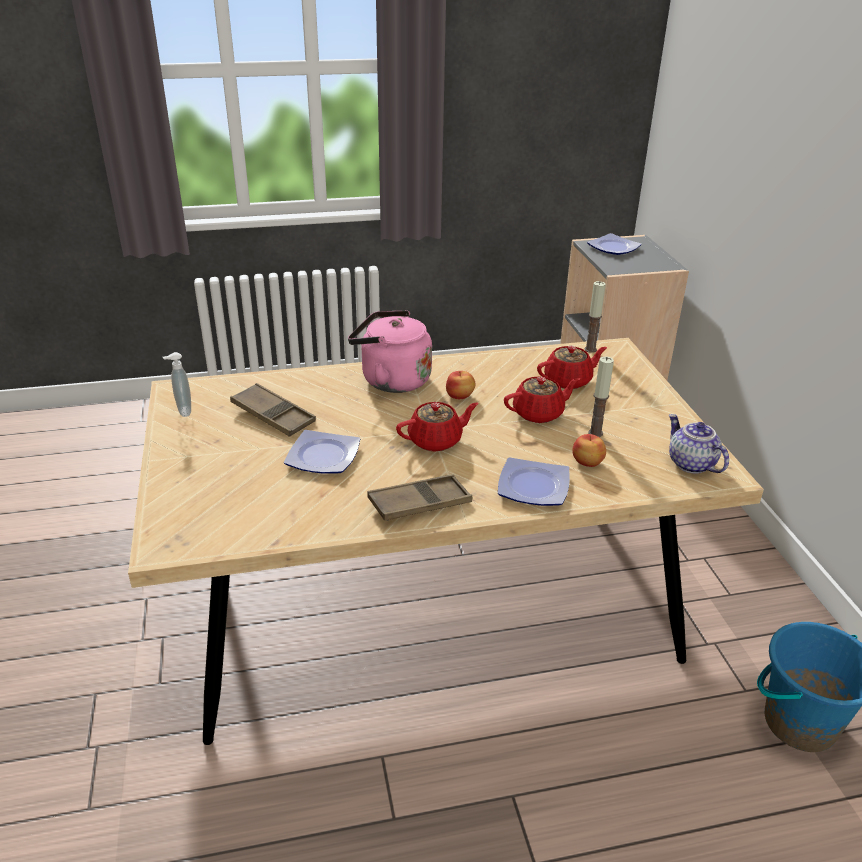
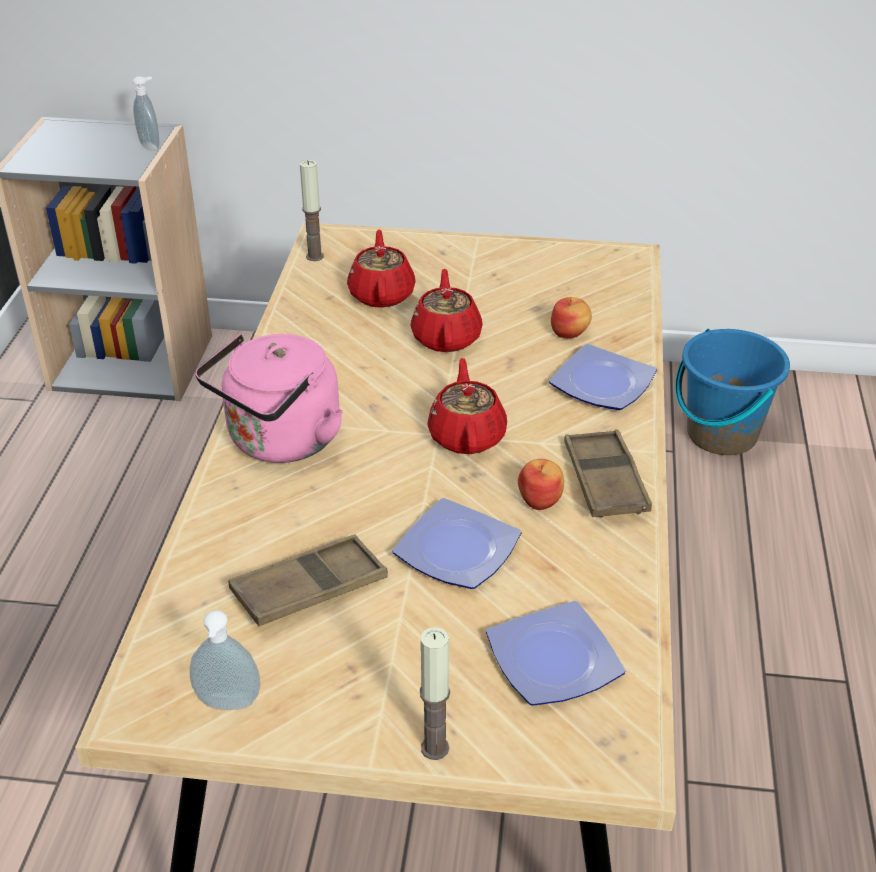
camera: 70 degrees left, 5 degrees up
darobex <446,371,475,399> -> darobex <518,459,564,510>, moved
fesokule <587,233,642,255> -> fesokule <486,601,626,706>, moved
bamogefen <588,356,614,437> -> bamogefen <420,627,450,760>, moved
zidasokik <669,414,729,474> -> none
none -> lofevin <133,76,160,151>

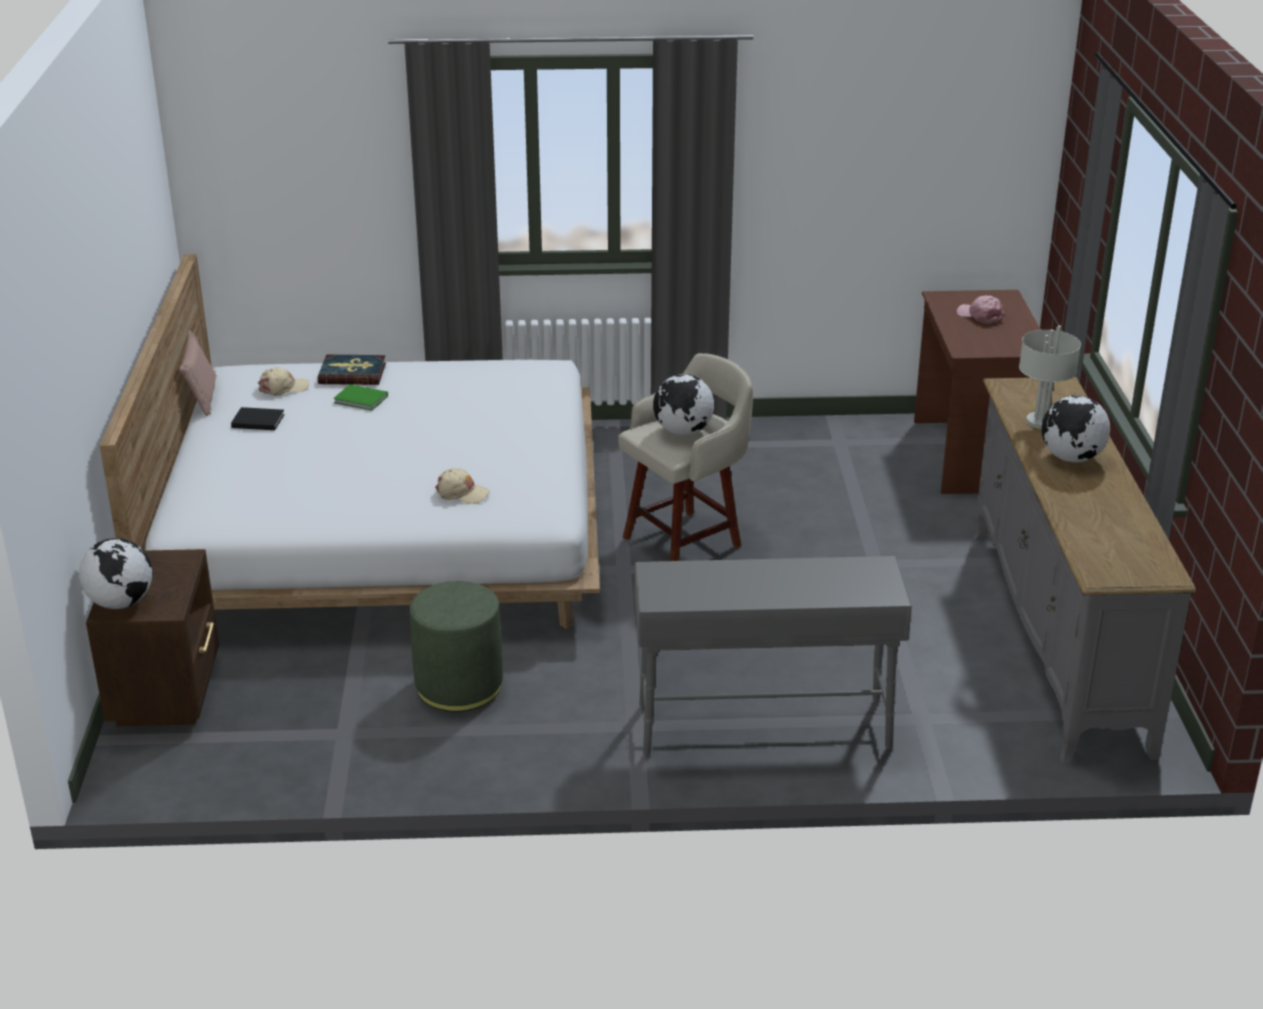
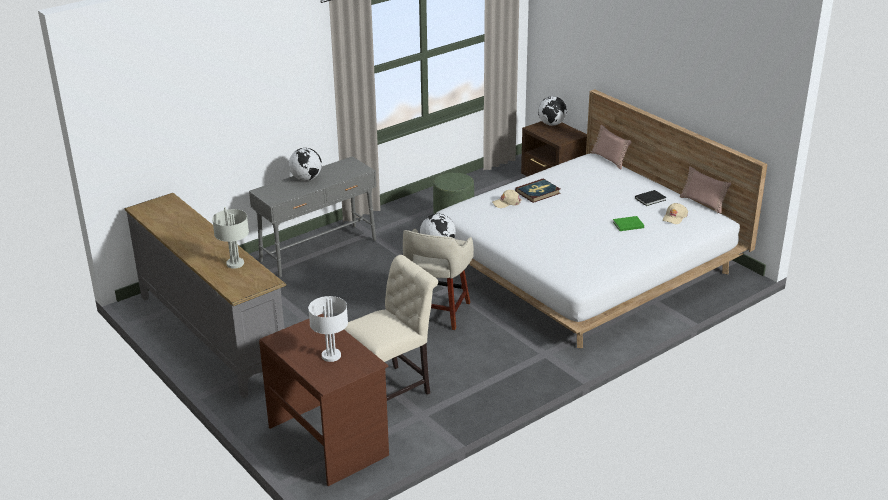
camera: 145 degrees right, 0 degrees up
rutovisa <318,354,386,385> -> rutovisa <515,178,560,203>, moved
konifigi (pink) <957,296,1005,324> -> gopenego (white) <308,296,348,362>
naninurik <1042,395,1110,462> -> naninurik <289,148,322,181>, moved
none -> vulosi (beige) <344,255,438,401>
none -> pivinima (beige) <591,125,631,170>

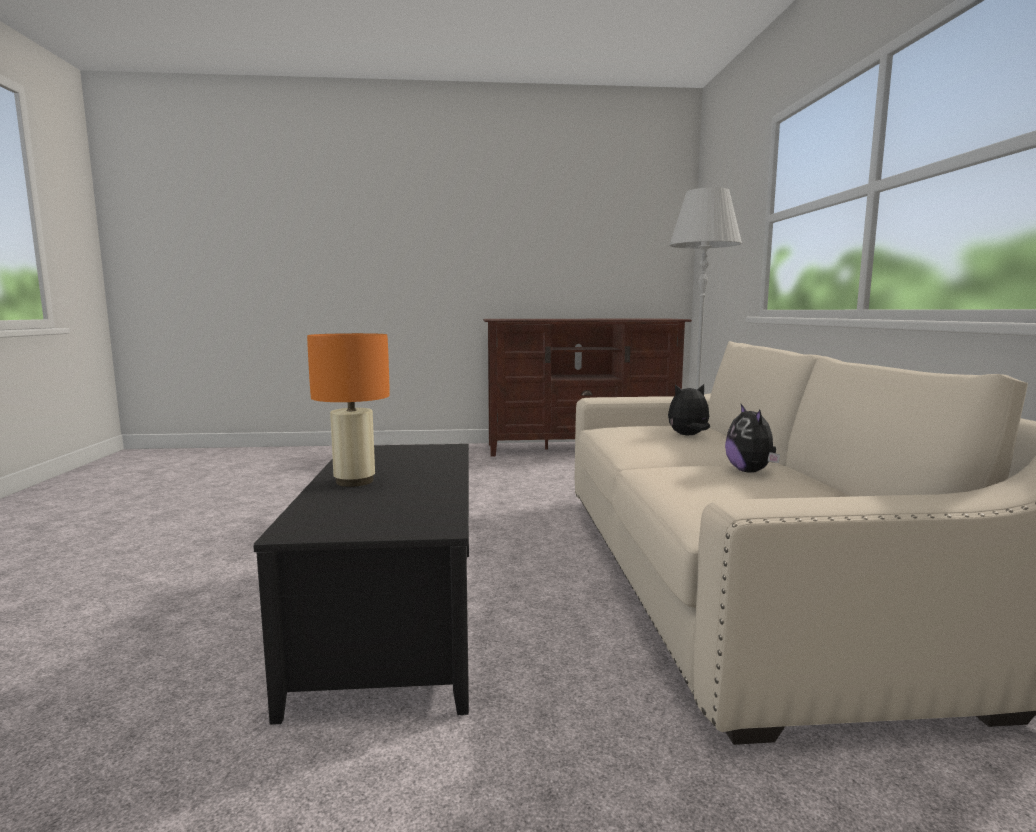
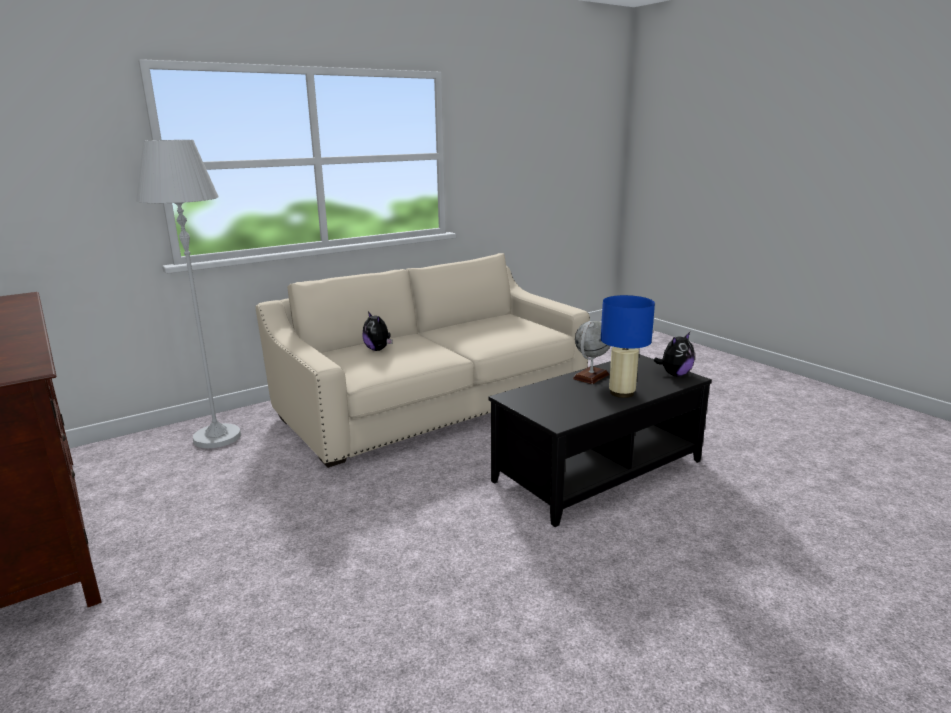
camera: 120 degrees left, 10 degrees up
gopenego (orange) <307,333,390,487> -> gopenego (blue) <601,295,655,398>
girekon <725,404,780,473> -> girekon <653,332,695,376>, moved
none -> naninurik <573,321,610,384>

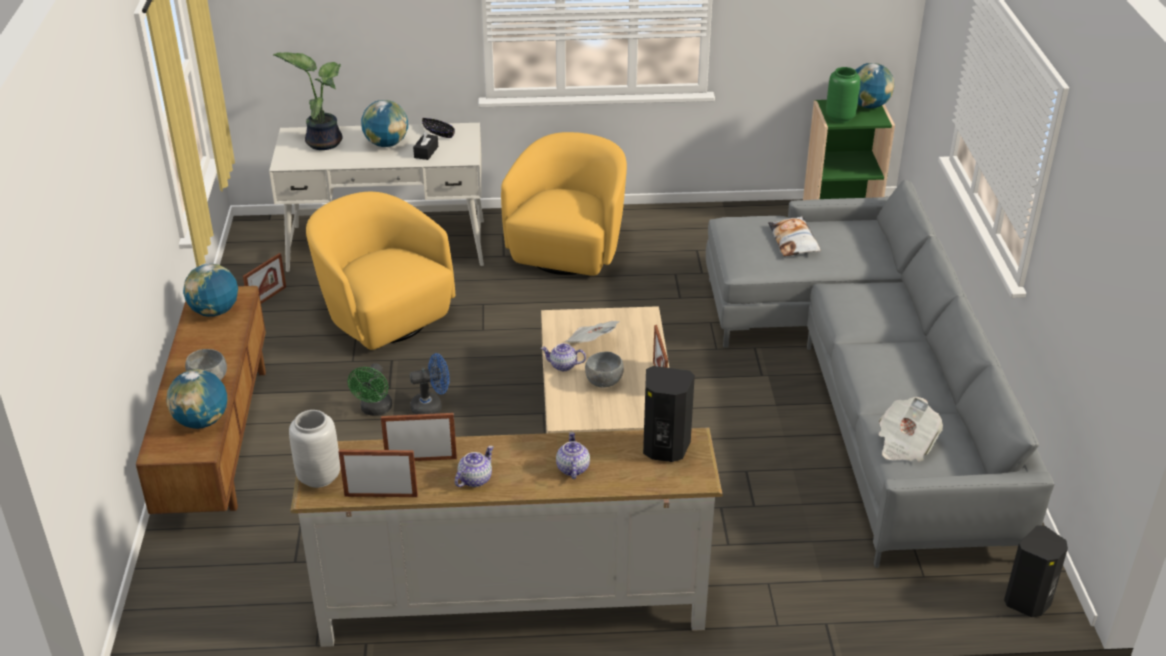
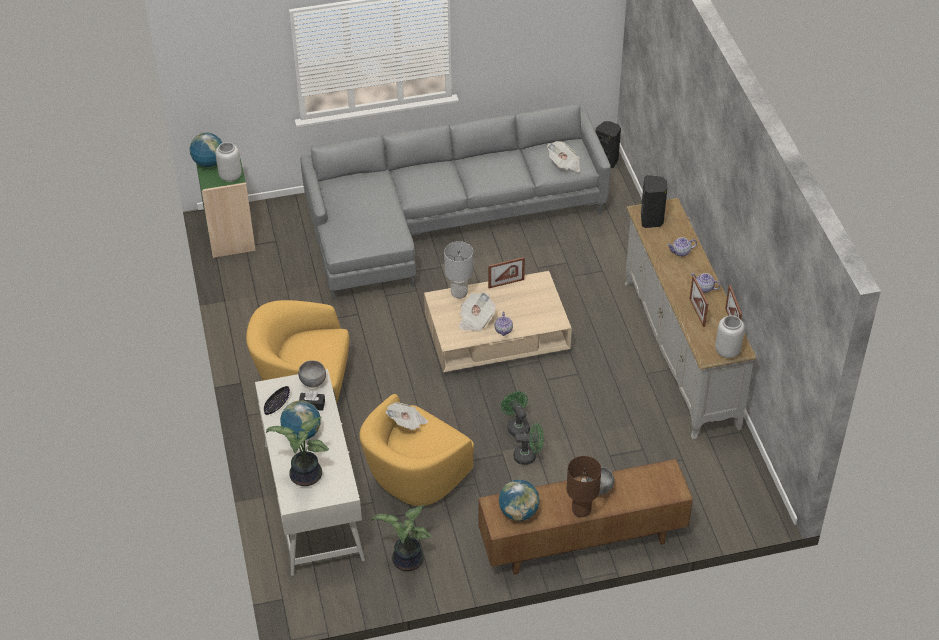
camera: 100 degrees left, 10 degrees up
naninurik <167,369,227,429> -> none
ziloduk <243,253,286,304> -> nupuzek <372,505,431,571>
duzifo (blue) <410,353,449,415> -> duzifo (green) <501,391,530,437>
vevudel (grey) <585,352,624,388> -> vevudel (grey) <298,360,326,388>, moved
pivinima <768,216,821,256> -> none
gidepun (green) <826,67,860,123> -> gidepun (grey) <216,142,242,182>
none -> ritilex <385,402,428,430>
none -> gopenego (grey) <444,241,473,299>
none -> gopenego (brown) <567,456,601,517>

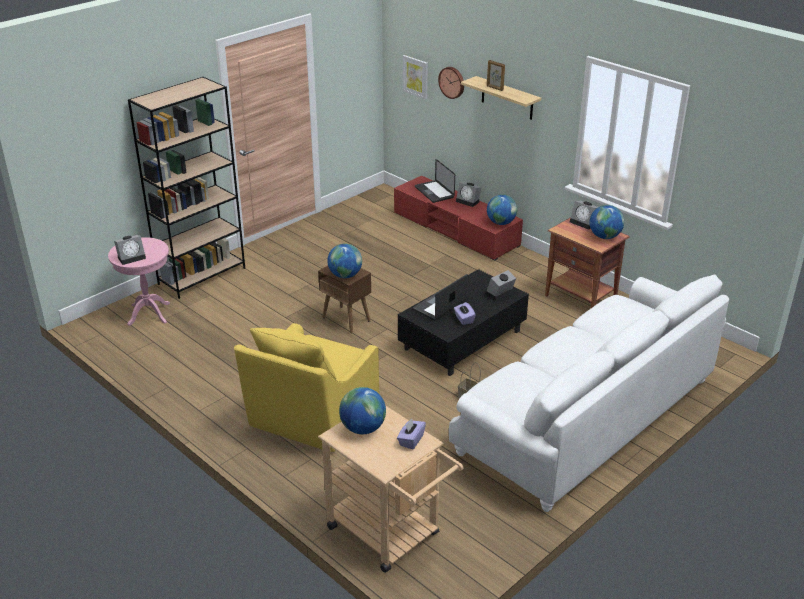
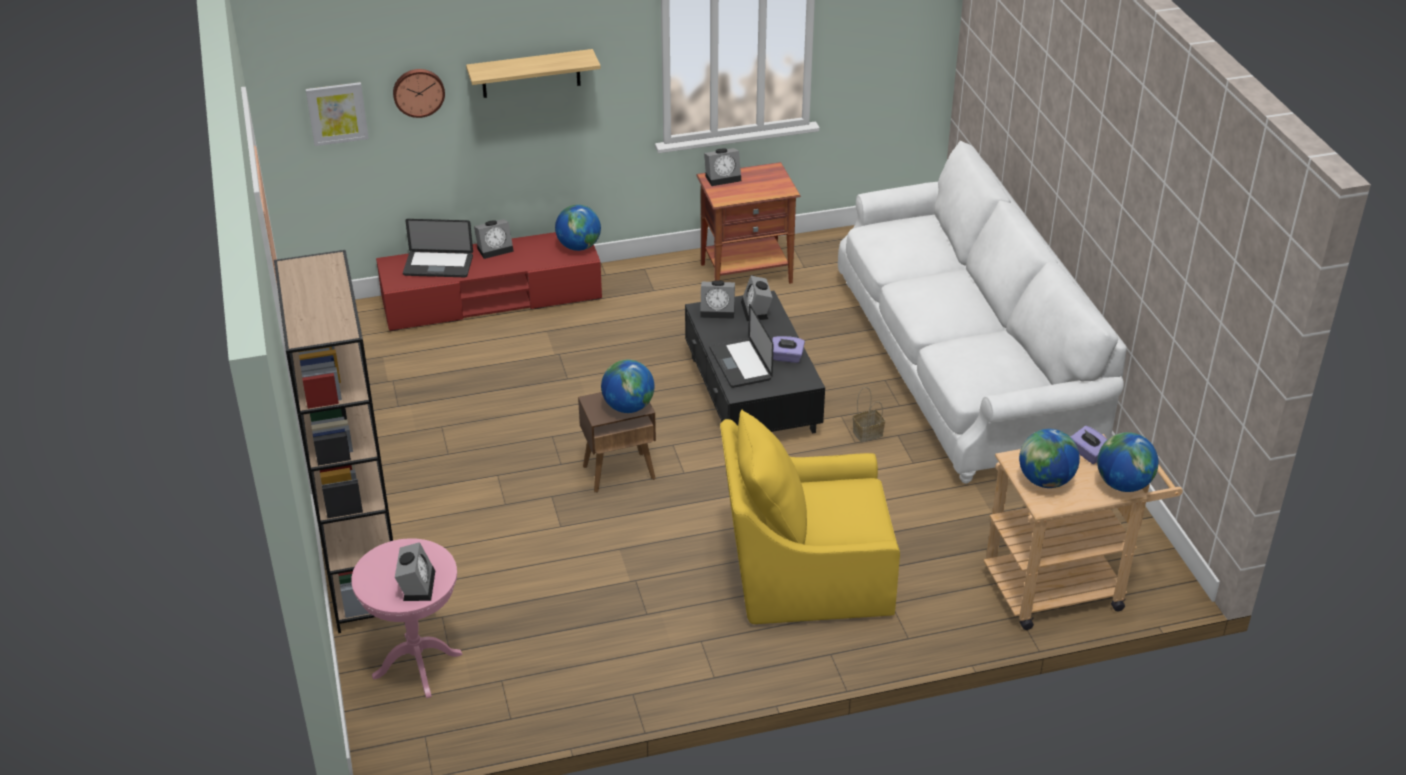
camera: 60 degrees left, 5 degrees up
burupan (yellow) <234,323,379,452> -> burupan (yellow) <720,410,900,624>, 120 degrees clockwise
ziloduk <487,60,505,91> -> none
naninurik <590,205,624,239> -> naninurik <1097,432,1158,492>, moved
none -> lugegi <700,280,735,319>

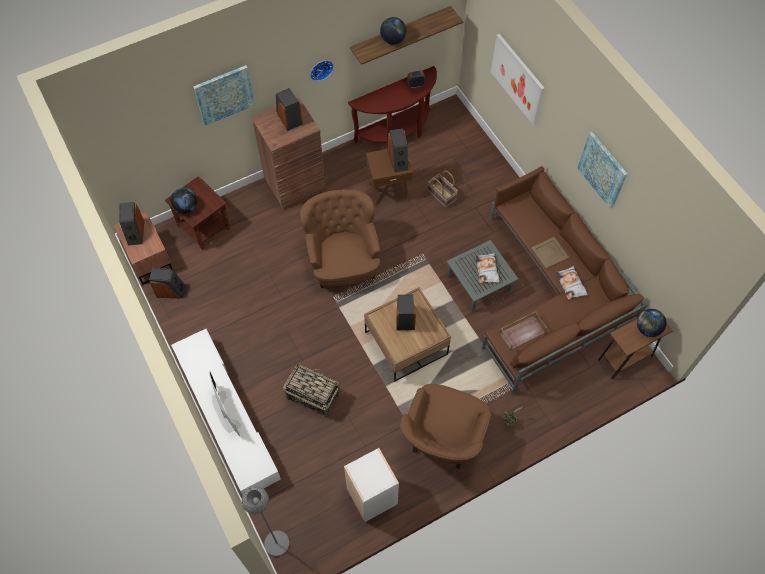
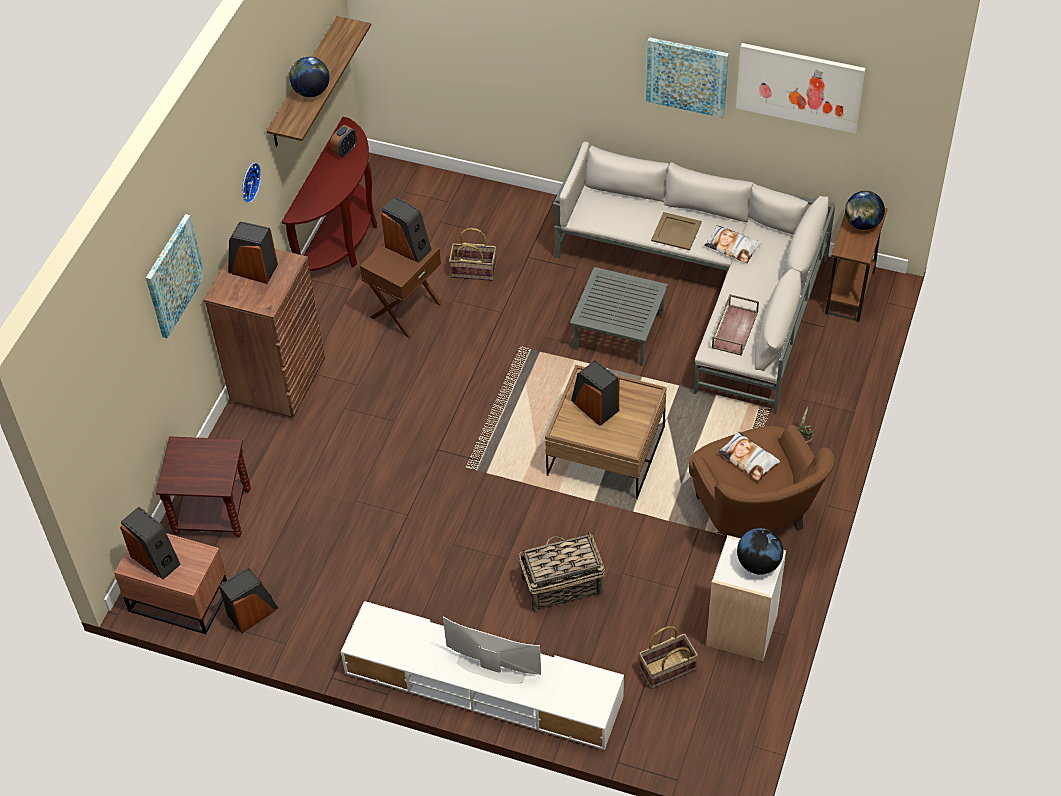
camera: 40 degrees left, 10 degrees down
naninurik <171,187,197,214> -> naninurik <737,528,783,575>, moved
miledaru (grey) <242,486,290,557> -> none
burupan (brown) <300,189,380,288> -> none
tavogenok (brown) <447,166,648,394> -> tavogenok (white) <553,142,835,414>
pivinima <476,253,500,284> -> pivinima <718,431,780,481>, moved
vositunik <491,34,545,125> -> vositunik <736,43,866,134>, moved
none -> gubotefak <639,626,698,689>

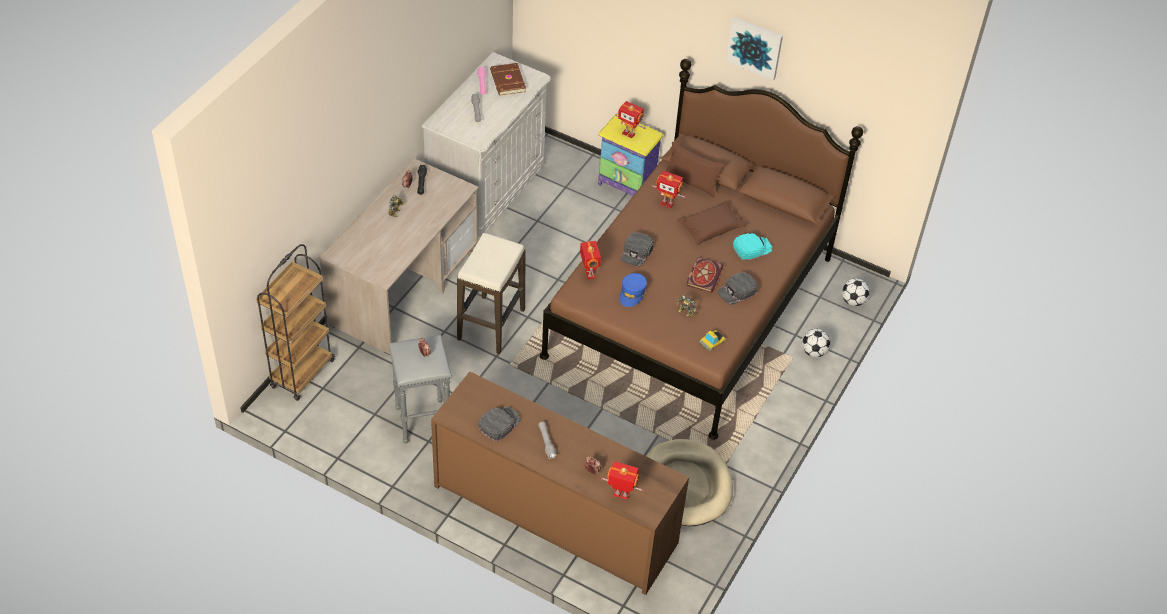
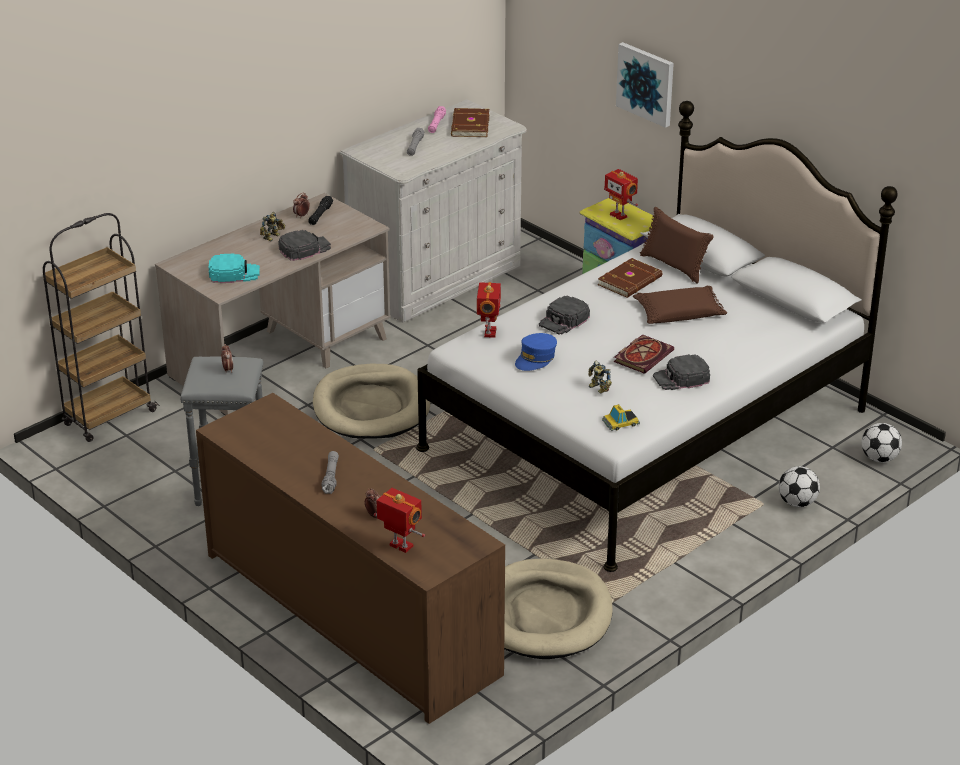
camera: 20 degrees right, 15 degrees down
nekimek <457,233,526,354> -> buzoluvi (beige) <313,364,430,439>
konifigi (black) <478,406,521,442> -> konifigi (black) <278,230,331,261>, moved
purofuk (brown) <540,59,863,440> -> purofuk (white) <416,101,898,572>
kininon <652,171,686,208> -> rutovisa (brown) <598,258,662,298>
vositunik <726,17,783,80> -> vositunik <616,42,674,128>, moved
konifigi (turquoise) <733,233,772,261> -> konifigi (turquoise) <209,254,260,283>, moved

